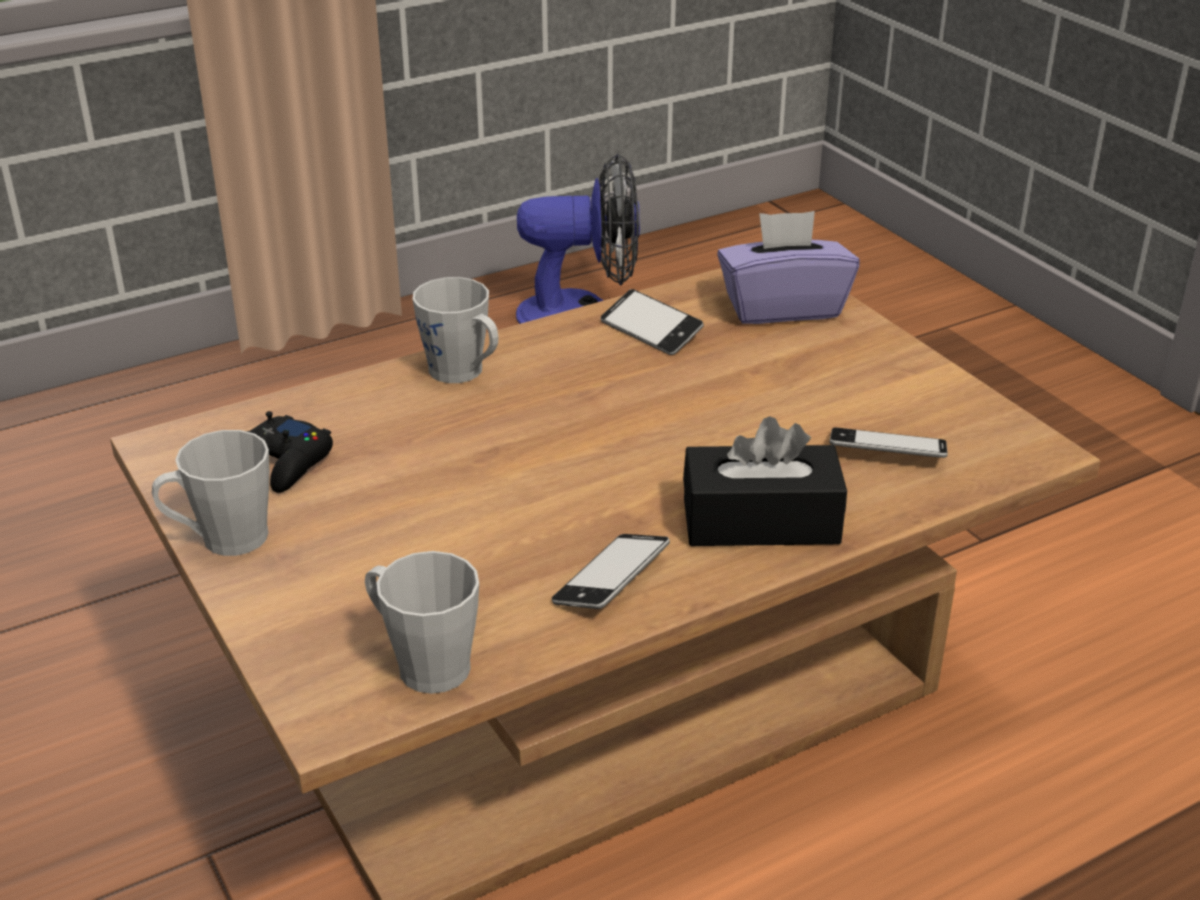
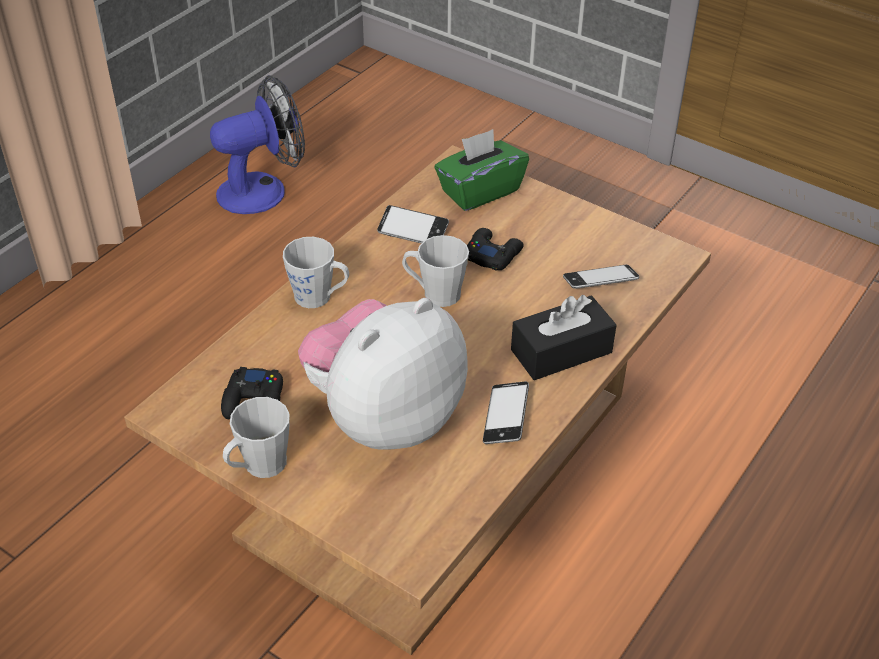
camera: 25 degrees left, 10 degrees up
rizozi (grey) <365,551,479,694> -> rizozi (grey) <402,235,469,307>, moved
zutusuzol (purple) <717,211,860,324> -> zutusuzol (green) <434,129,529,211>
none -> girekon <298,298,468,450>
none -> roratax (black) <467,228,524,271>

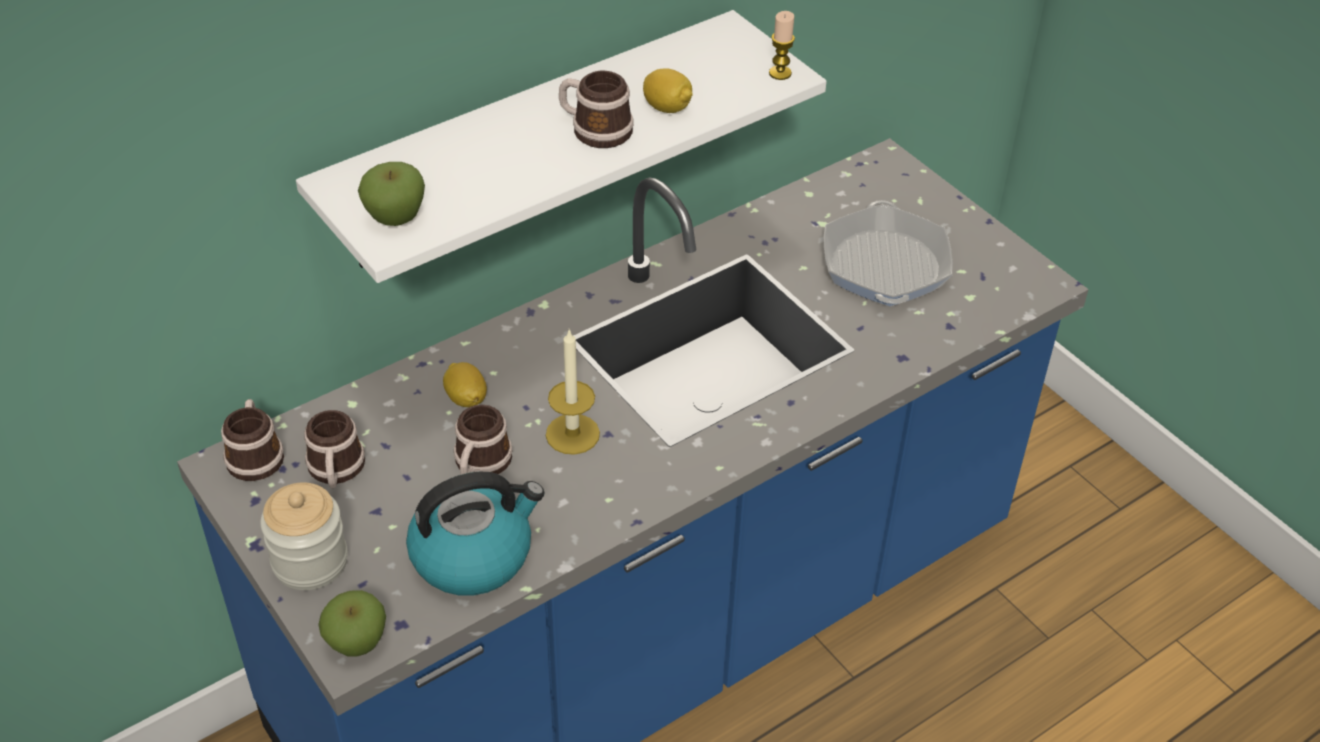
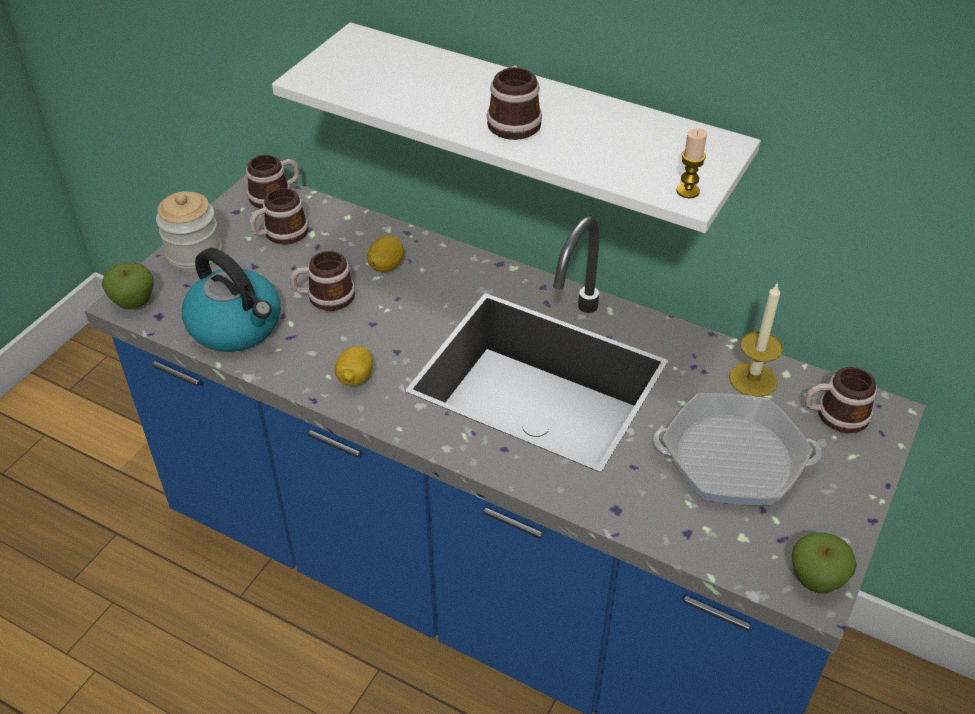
camera: 65 degrees right, 0 degrees up
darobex <358,162,425,226> -> darobex <792,533,857,593>, moved
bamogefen <546,329,600,455> -> bamogefen <729,282,783,397>, moved
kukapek <643,68,693,113> -> kukapek <335,346,373,386>, moved
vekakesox <824,200,953,306> -> vekakesox <653,393,822,505>, 150 degrees counterclockwise
none -> rizozi <805,367,877,433>

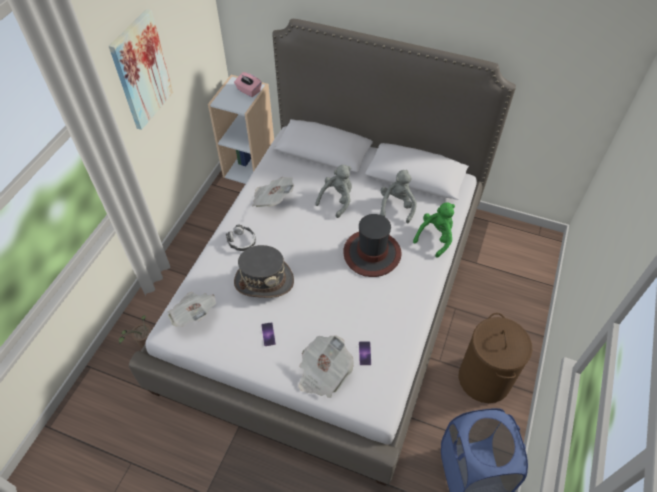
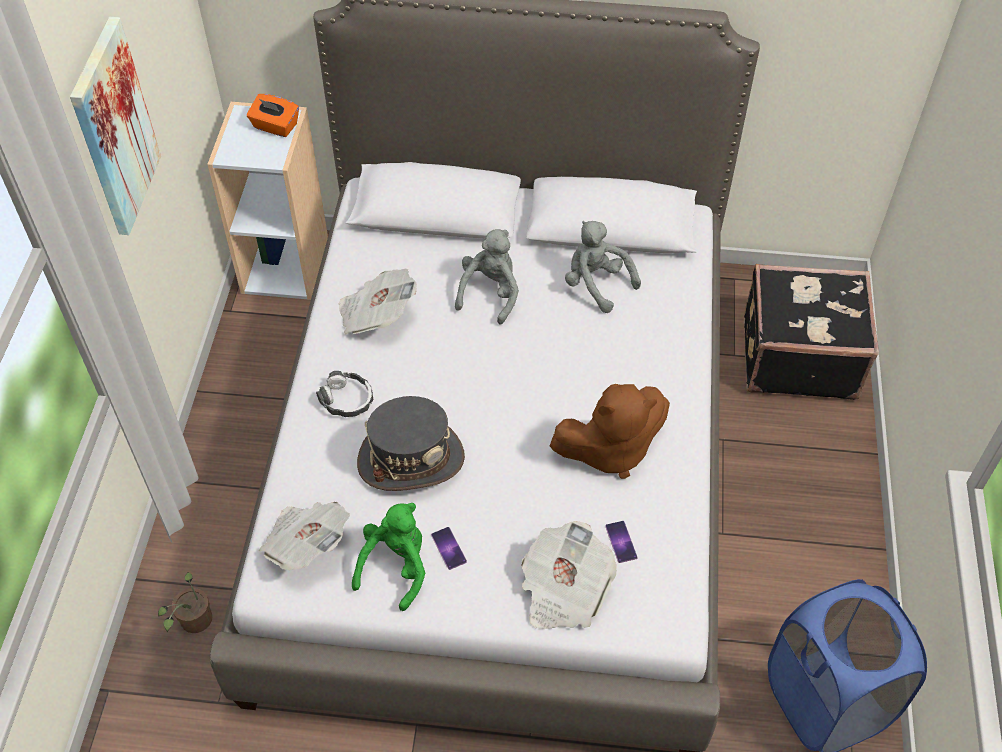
camera: 15 degrees left, 0 degrees up
zutusuzol (pink) <234,72,262,97> -> zutusuzol (orange) <247,94,299,137>
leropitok <343,214,402,277> -> none
girekon (grey) <380,170,417,223> -> girekon (grey) <565,221,641,313>, 45 degrees counterclockwise
girekon (green) <413,203,455,258> -> girekon (green) <352,503,425,611>, moved
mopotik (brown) <459,313,532,403> -> none
none -> girekon (brown) <550,384,670,479>
none -> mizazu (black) <744,264,879,400>

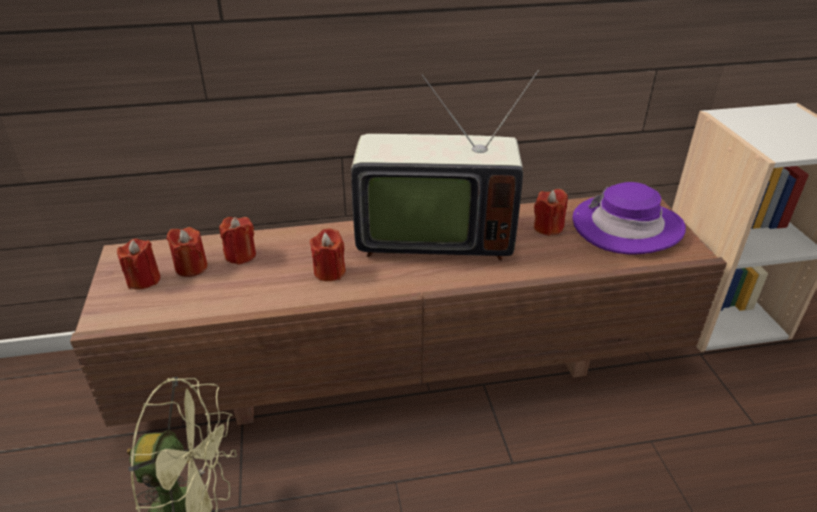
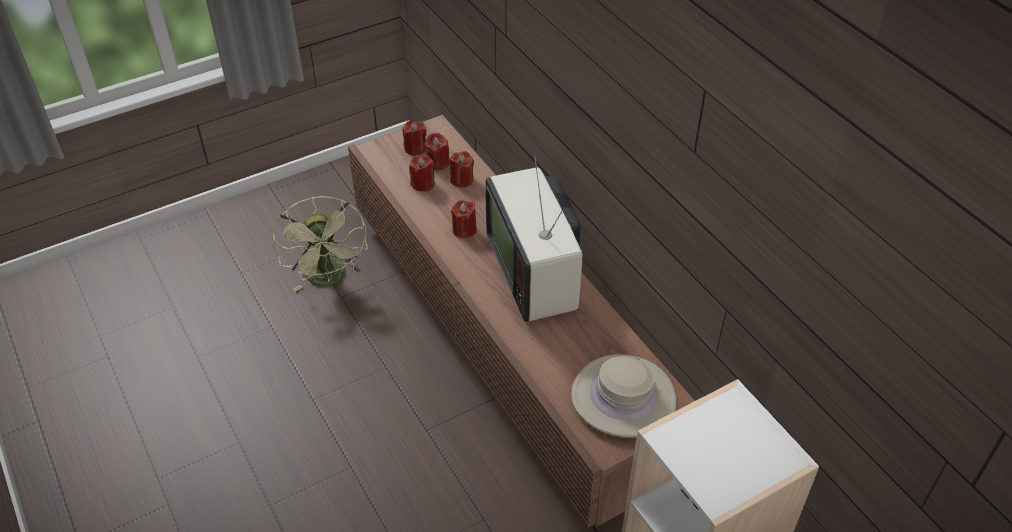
camera: 70 degrees right, 10 degrees up
bamogefen (red) <534,189,568,236> -> bamogefen (red) <409,155,435,192>, moved
leropitok (purple) <572,182,686,255> -> leropitok (beige) <571,354,677,438>

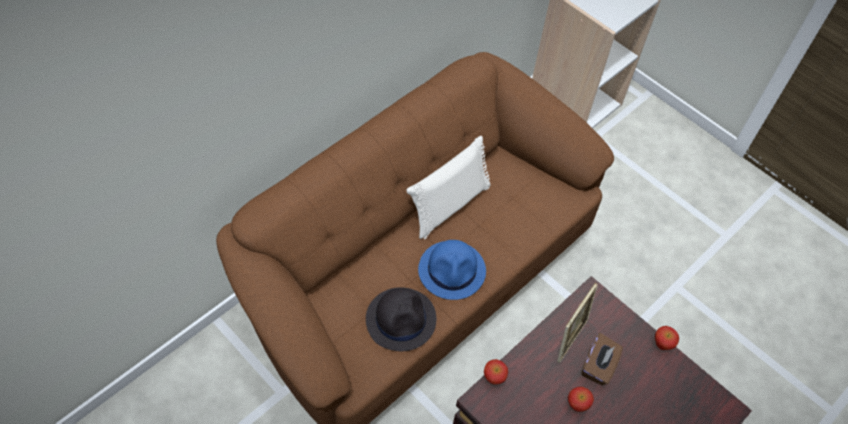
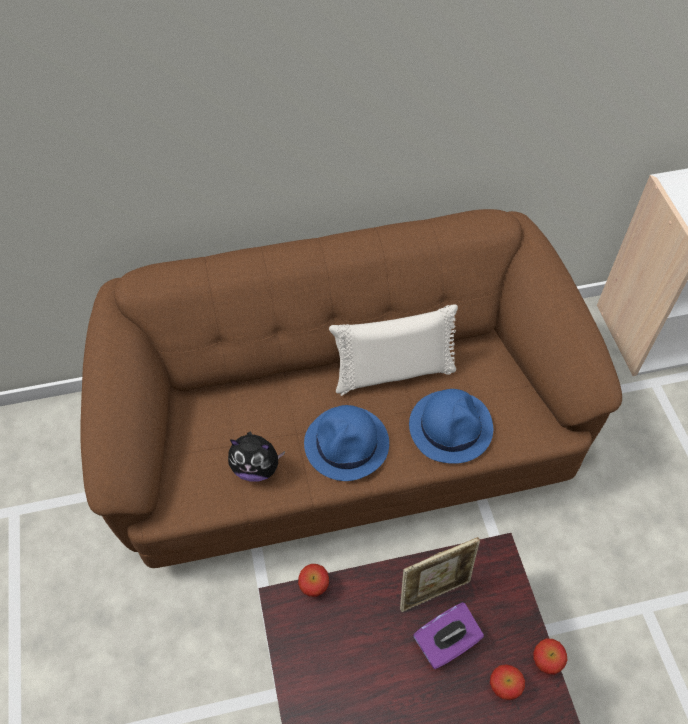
camera: 35 degrees right, 0 degrees up
leropitok (black) <366,287,436,351> -> girekon <228,431,285,482>
darobex <568,387,594,412> -> darobex <490,664,525,700>, moved
zutusuzol (brown) <582,333,623,385> -> zutusuzol (purple) <413,602,484,669>
none -> leropitok (blue) <409,389,493,464>

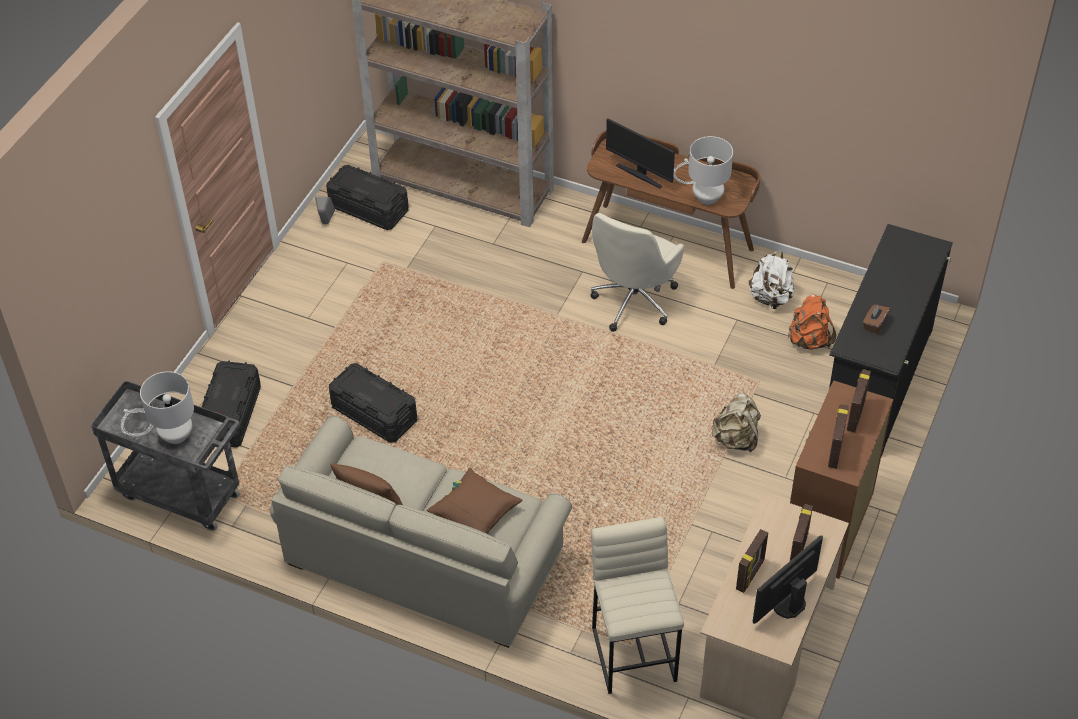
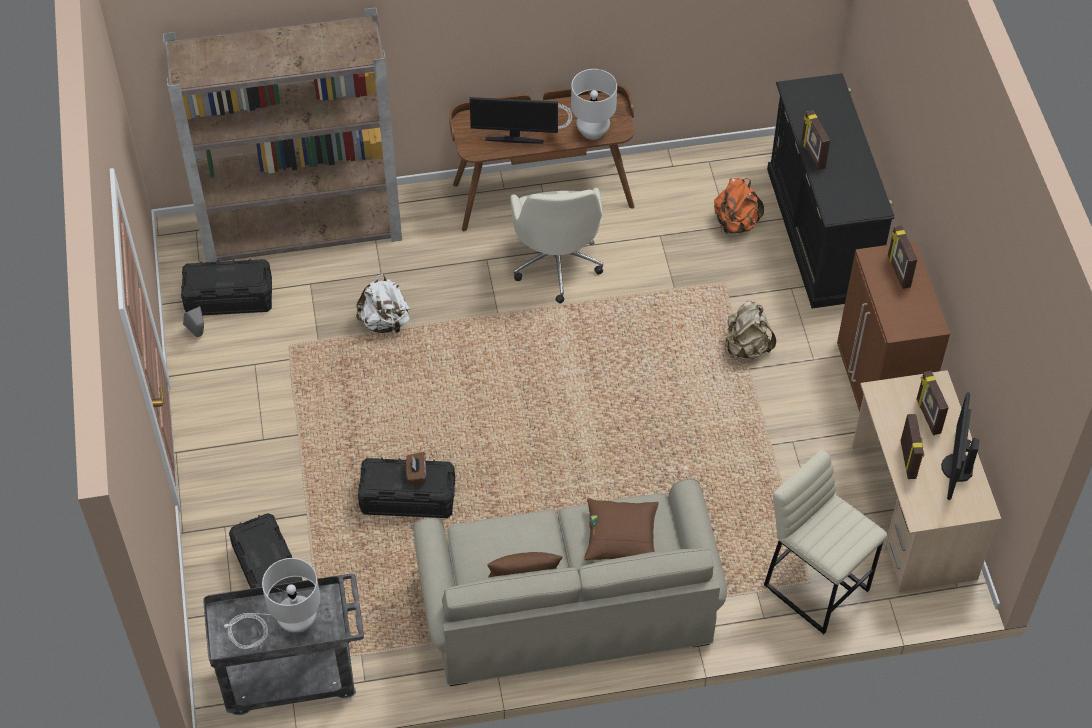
camera: 35 degrees left, 5 degrees up
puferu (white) <749,251,795,309> -> puferu (white) <356,274,411,334>, moved
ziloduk <828,404,849,469> -> ziloduk <802,110,830,171>, moved
zutusuzol (brown) <863,304,890,334> -> zutusuzol (brown) <406,452,426,484>, moved

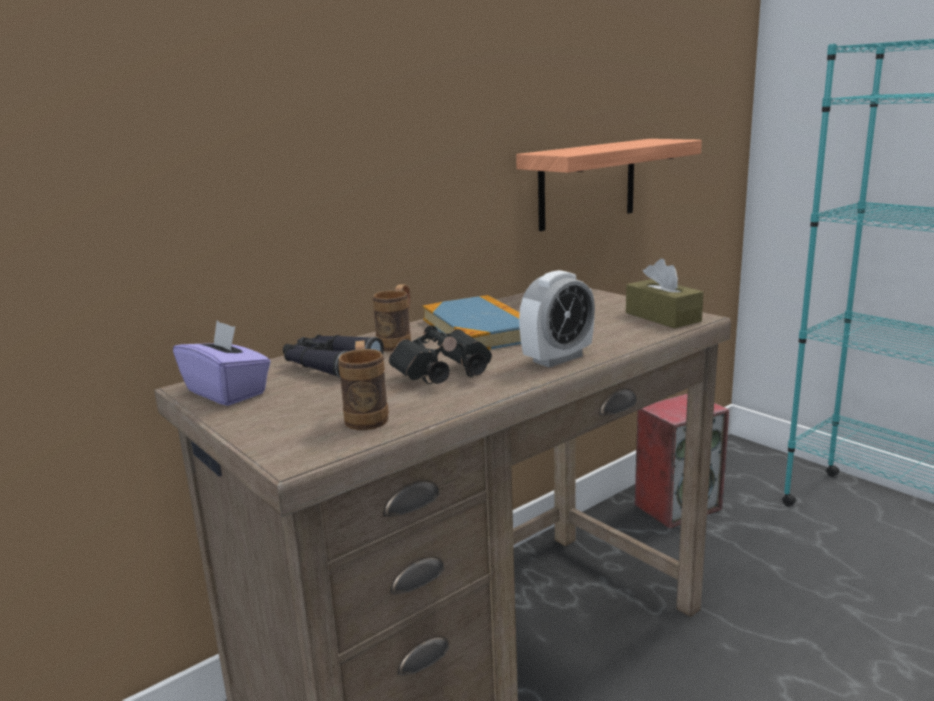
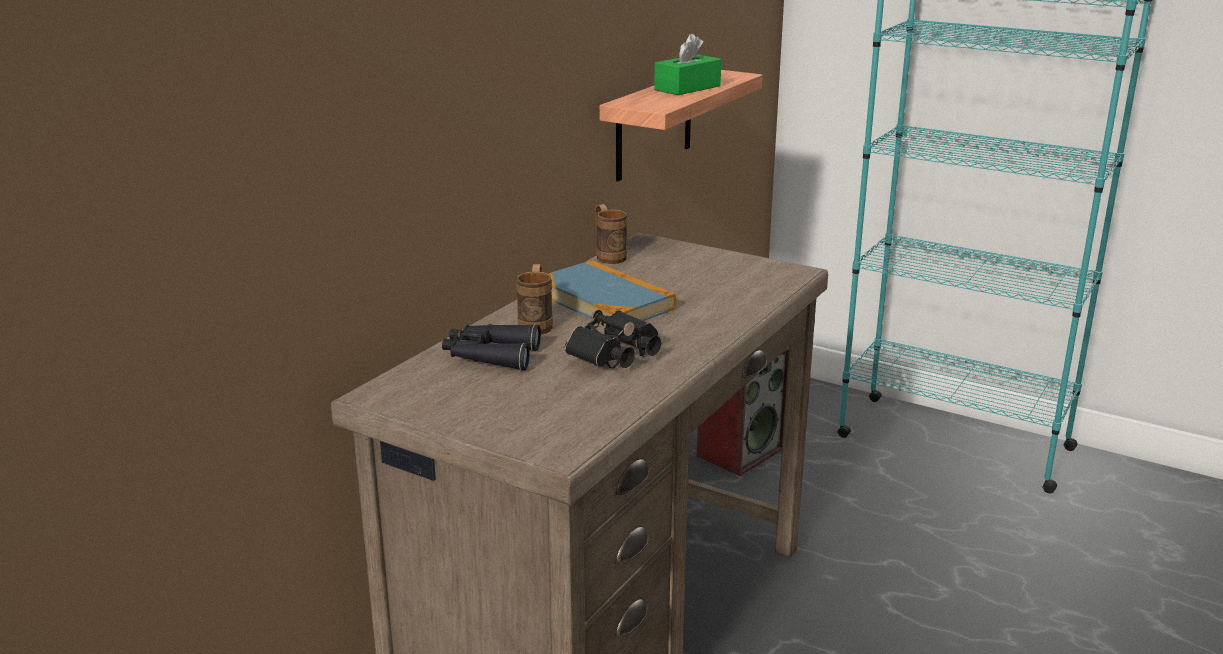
camera: 20 degrees left, 5 degrees up
zutusuzol (purple) <173,321,271,406> -> none
rizozi (brown) <338,341,389,430> -> rizozi (brown) <595,204,627,264>, moved
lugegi <519,270,595,368> -> none
zutusuzol (brown) <626,259,704,328> -> none
none -> zutusuzol (green) <654,34,722,95>

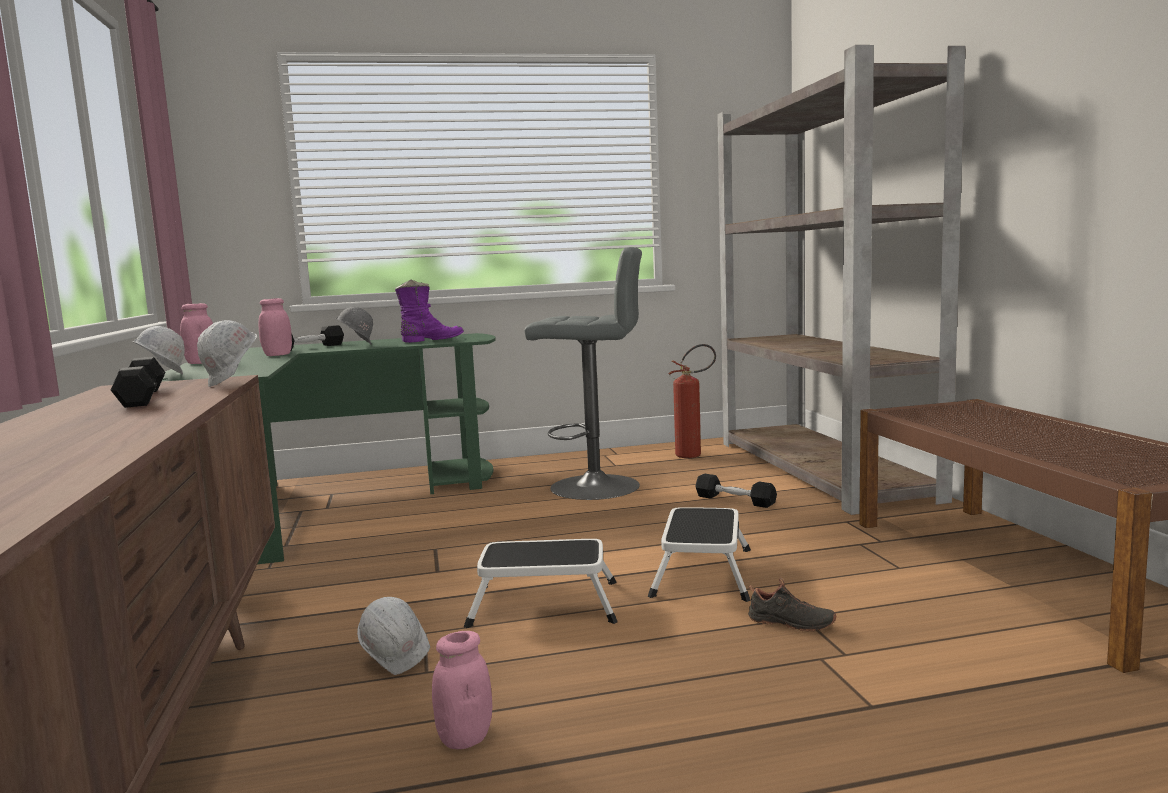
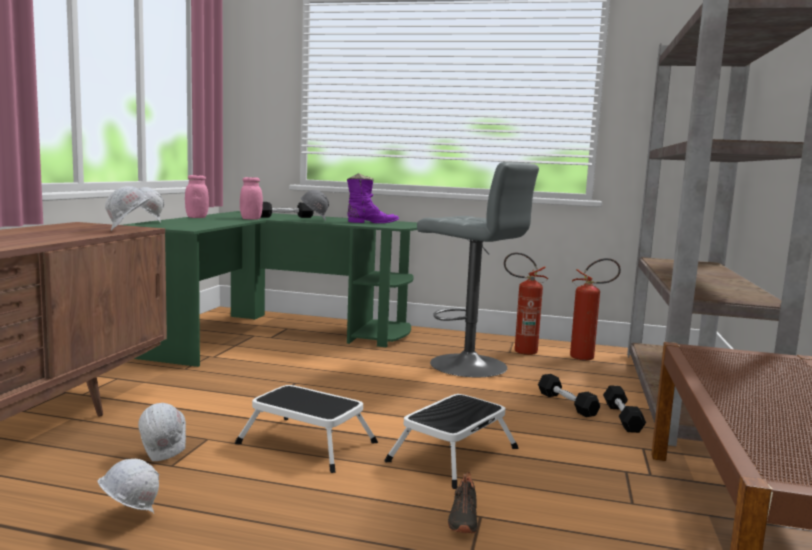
camera: 25 degrees right, 0 degrees up
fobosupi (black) <111,357,166,408> -> fobosupi (black) <603,385,646,433>, moved
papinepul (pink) <432,631,492,749> -> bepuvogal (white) <98,459,159,514>
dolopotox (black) <748,578,836,632> -> dolopotox (black) <448,472,477,533>, 45 degrees clockwise
none -> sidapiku <504,252,548,355>

